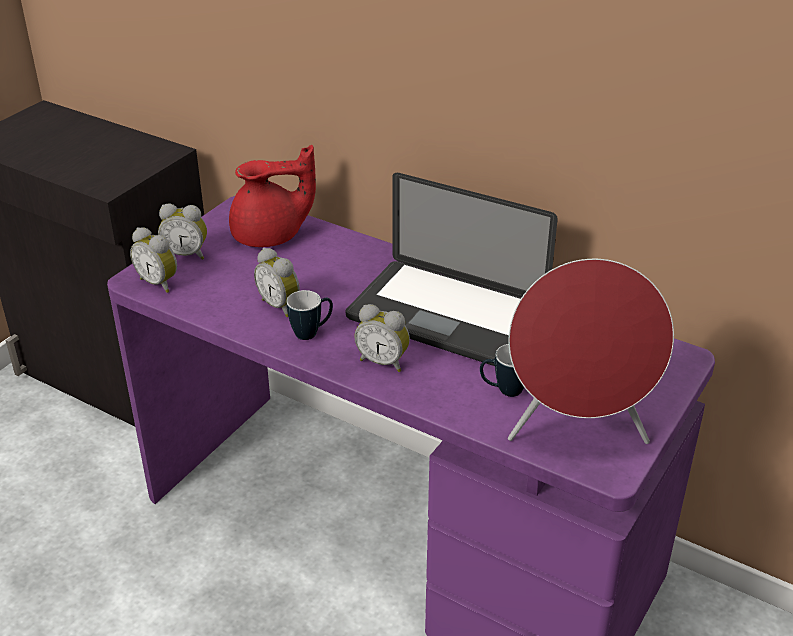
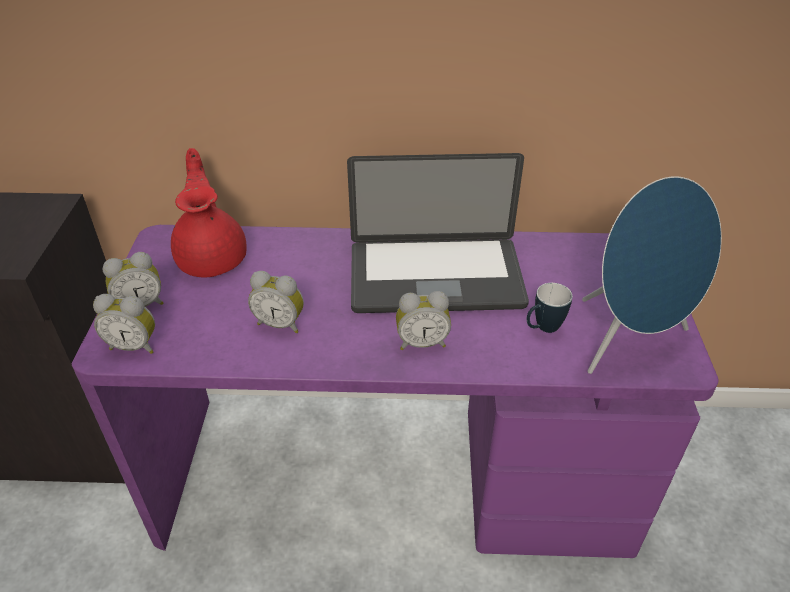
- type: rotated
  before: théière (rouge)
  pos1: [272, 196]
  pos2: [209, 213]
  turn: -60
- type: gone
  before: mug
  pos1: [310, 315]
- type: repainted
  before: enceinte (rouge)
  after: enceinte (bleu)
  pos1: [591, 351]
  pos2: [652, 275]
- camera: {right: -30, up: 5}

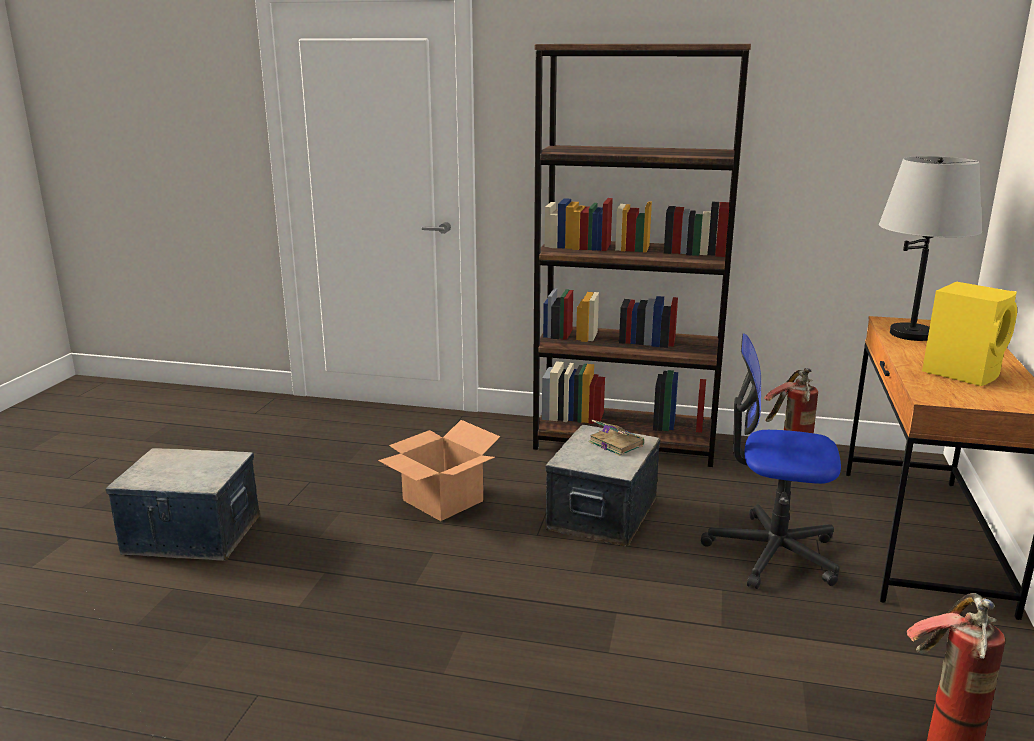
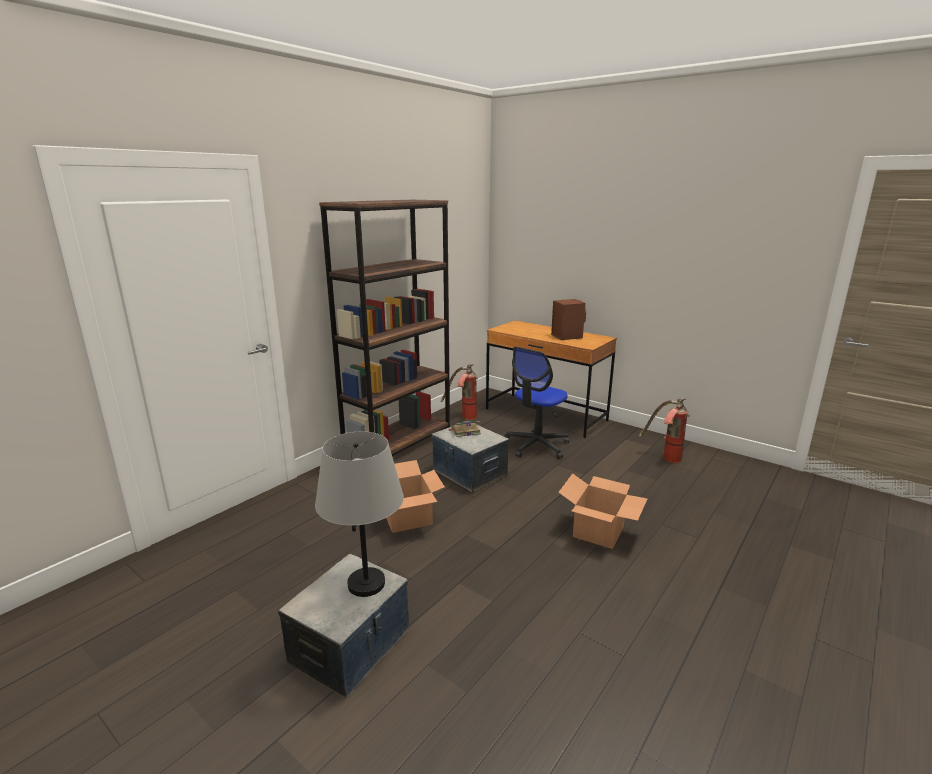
- type: shifted
  before: lampe de table (gris)
  pos1: [930, 248]
  pos2: [359, 514]
- type: repainted
  before: enceinte (jaune)
  after: enceinte (marron)
  pos1: [969, 334]
  pos2: [568, 319]
- type: new
  after: carton
  pos2: [602, 511]
- camera: {right: -65, up: 0}

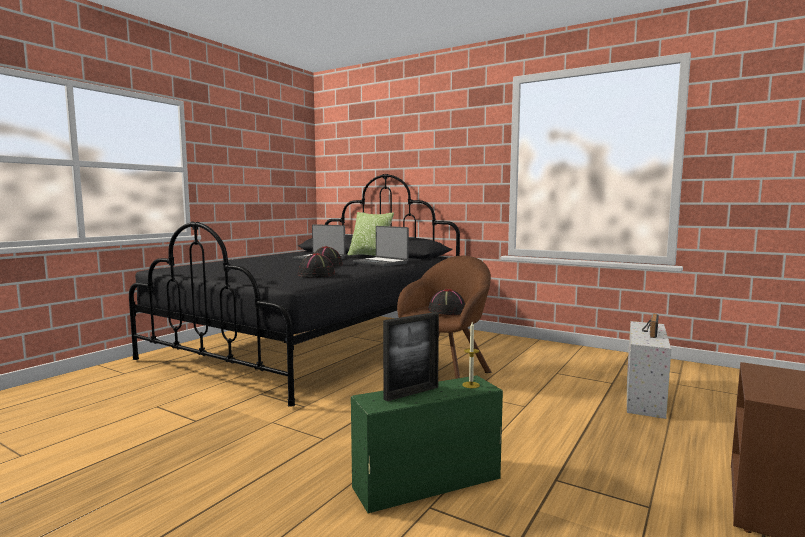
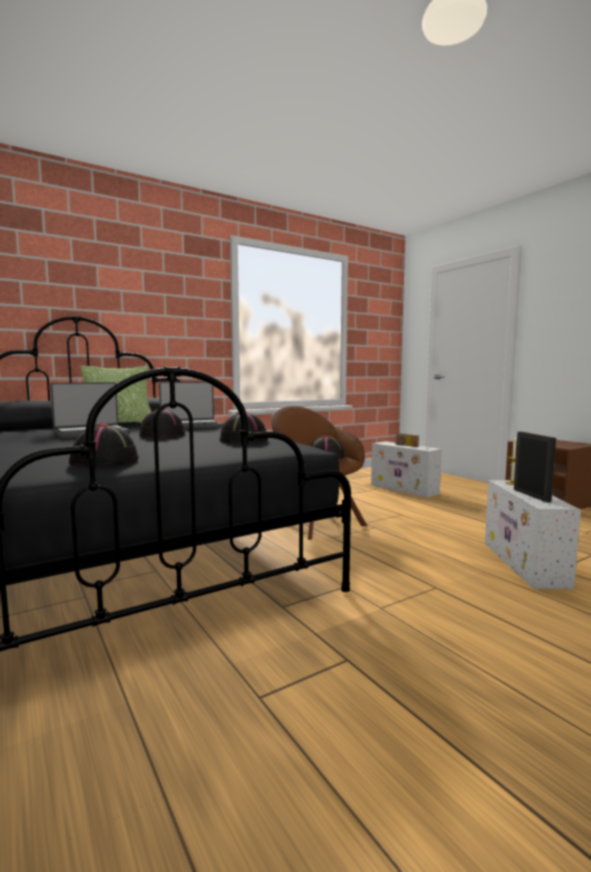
- type: repainted
  before: boîte de rangement (vert)
  after: boîte de rangement (blanc)
  pos1: [427, 445]
  pos2: [533, 534]
- type: new
  after: chapeau (noir)
  pos2: [104, 445]
- camera: {right: -65, up: 0}

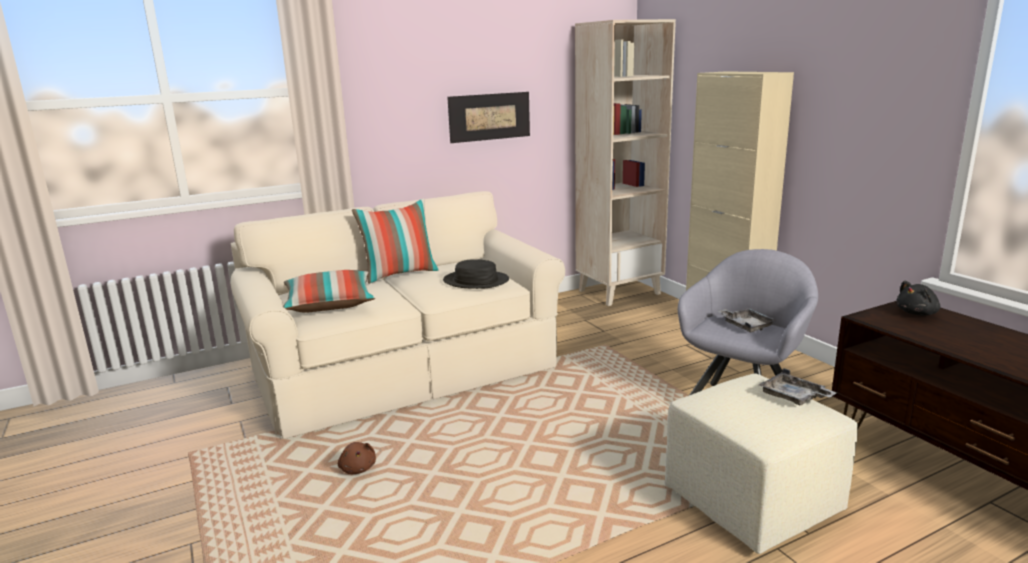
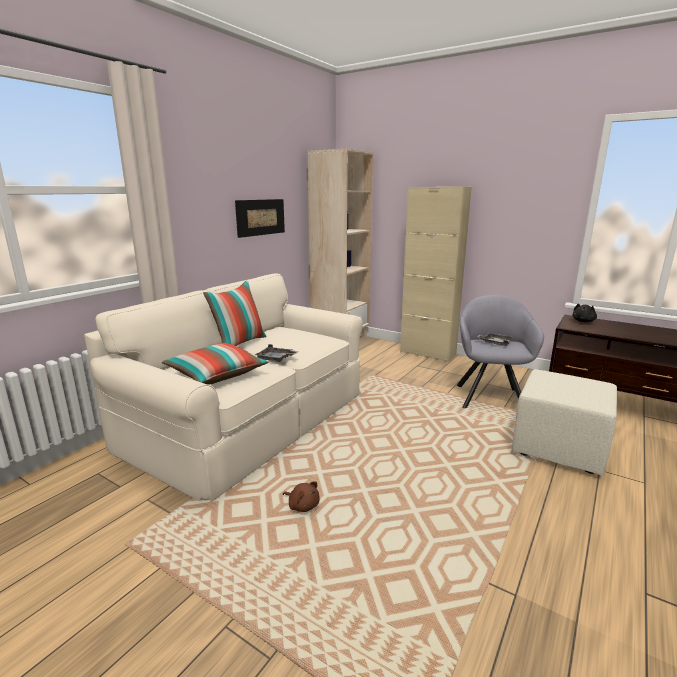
- type: gone
  before: chapeau (noir)
  pos1: [476, 274]
- type: shifted
  before: plateau (gris)
  pos1: [798, 387]
  pos2: [277, 353]
- camera: {right: -30, up: 0}

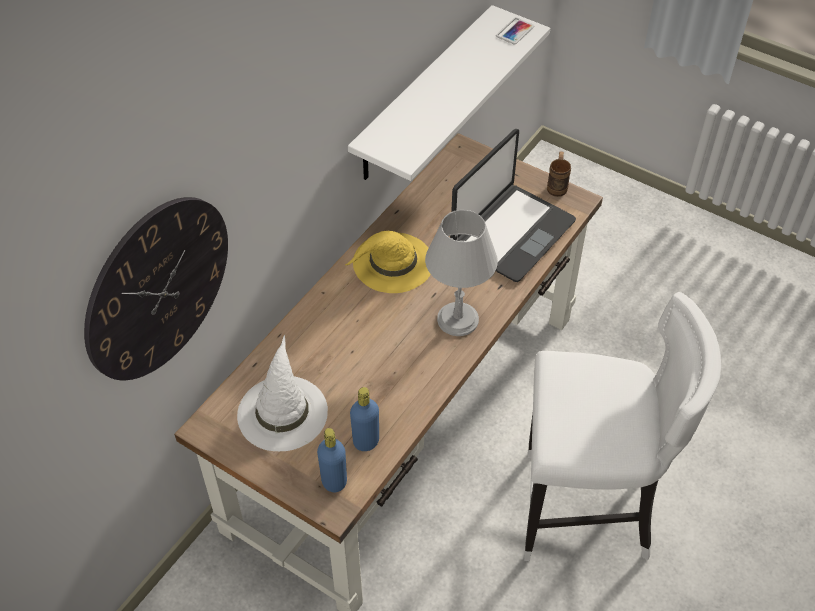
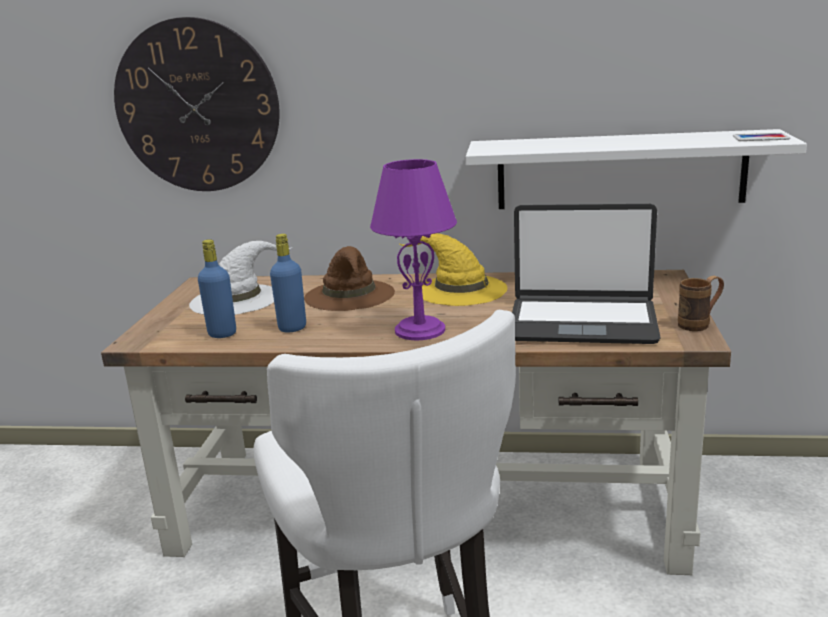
- type: shifted
  before: bouteille (bleu)
  pos1: [332, 460]
  pos2: [288, 283]
- type: repainted
  before: lampe de table (gris)
  after: lampe de table (violet)
  pos1: [461, 273]
  pos2: [413, 249]
- type: new
  after: chapeau (marron)
  pos2: [349, 278]
- camera: {right: 65, up: -30}

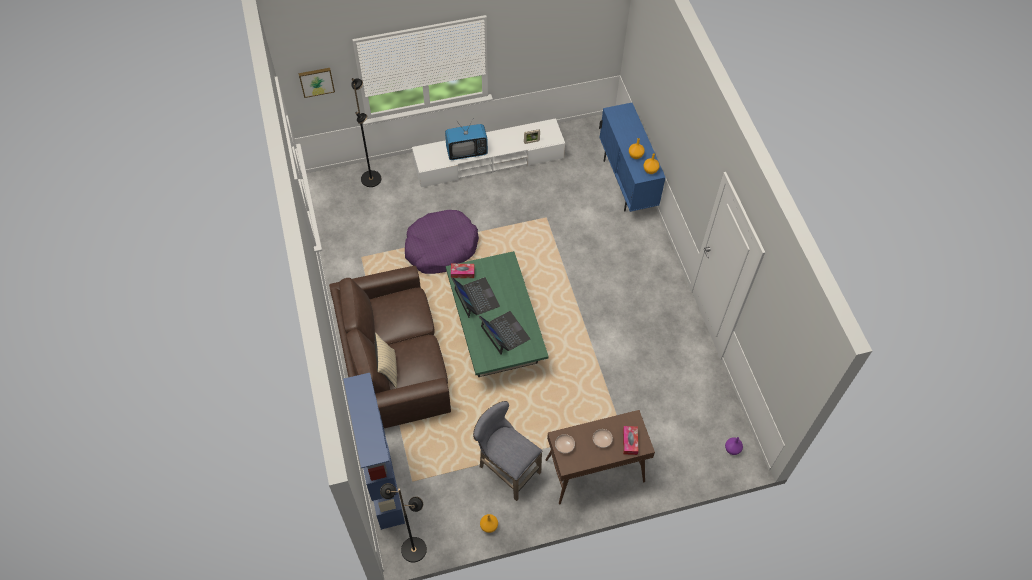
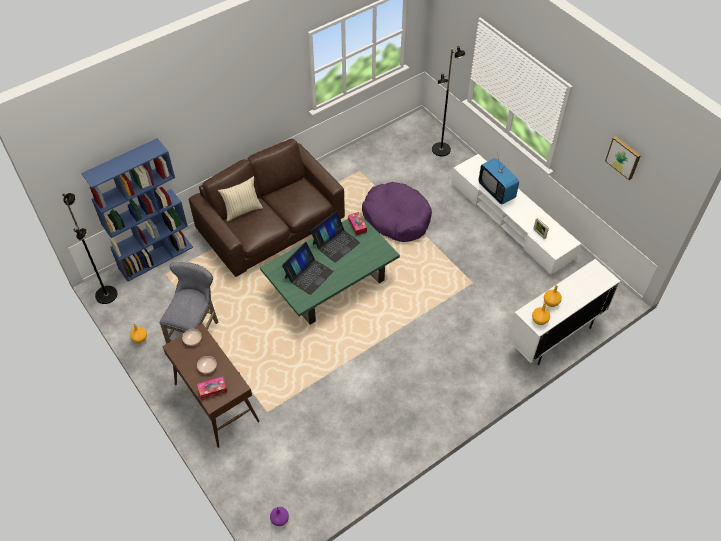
- type: shifted
  before: tableau
  pos1: [317, 83]
  pos2: [623, 158]
- type: repainted
  before: meuble de rangement (bleu)
  after: meuble de rangement (blanc)
  pos1: [632, 157]
  pos2: [563, 312]
- camera: {right: 70, up: -5}

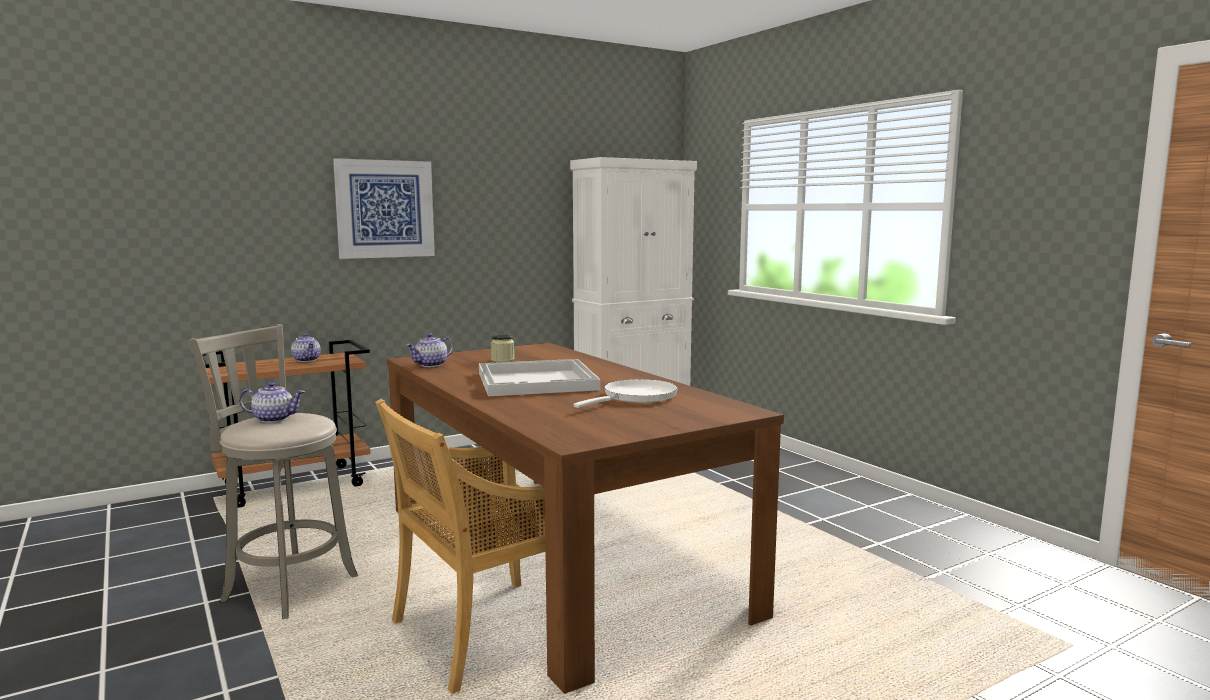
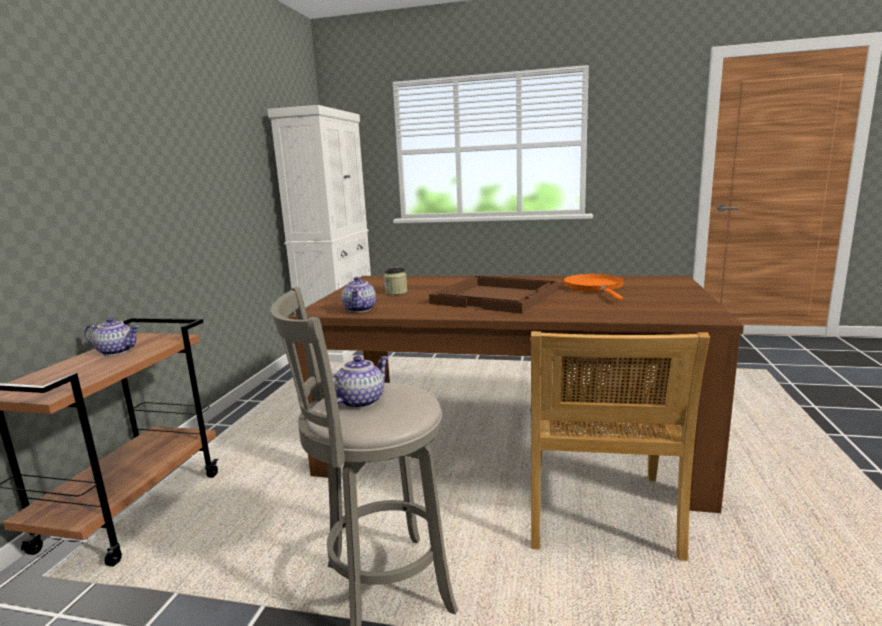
- type: gone
  before: tableau
  pos1: [384, 208]
- type: repainted
  before: plateau (blanc)
  after: plateau (marron)
  pos1: [540, 377]
  pos2: [493, 294]
- type: repainted
  before: poêle (blanc)
  after: poêle (orange)
  pos1: [625, 393]
  pos2: [594, 287]
- camera: {right: -45, up: 5}

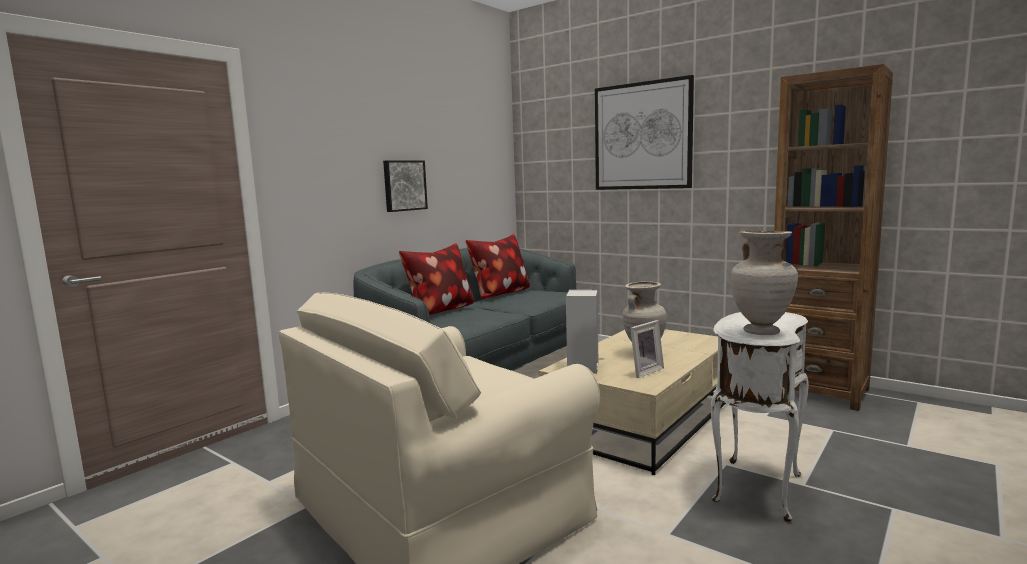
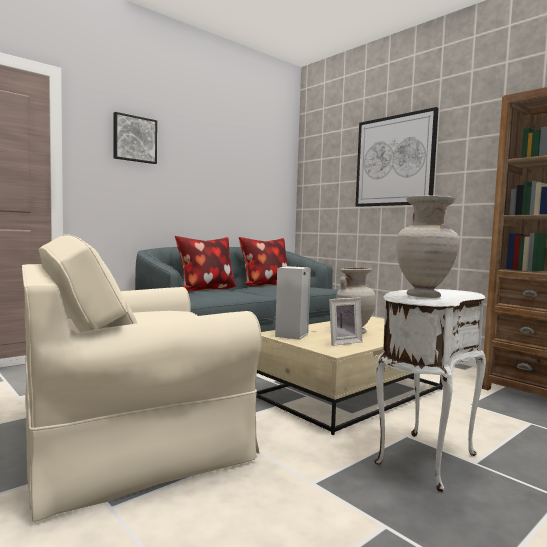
- type: shifted
  before: tableau
  pos1: [405, 186]
  pos2: [135, 138]
- camera: {right: 10, up: -5}

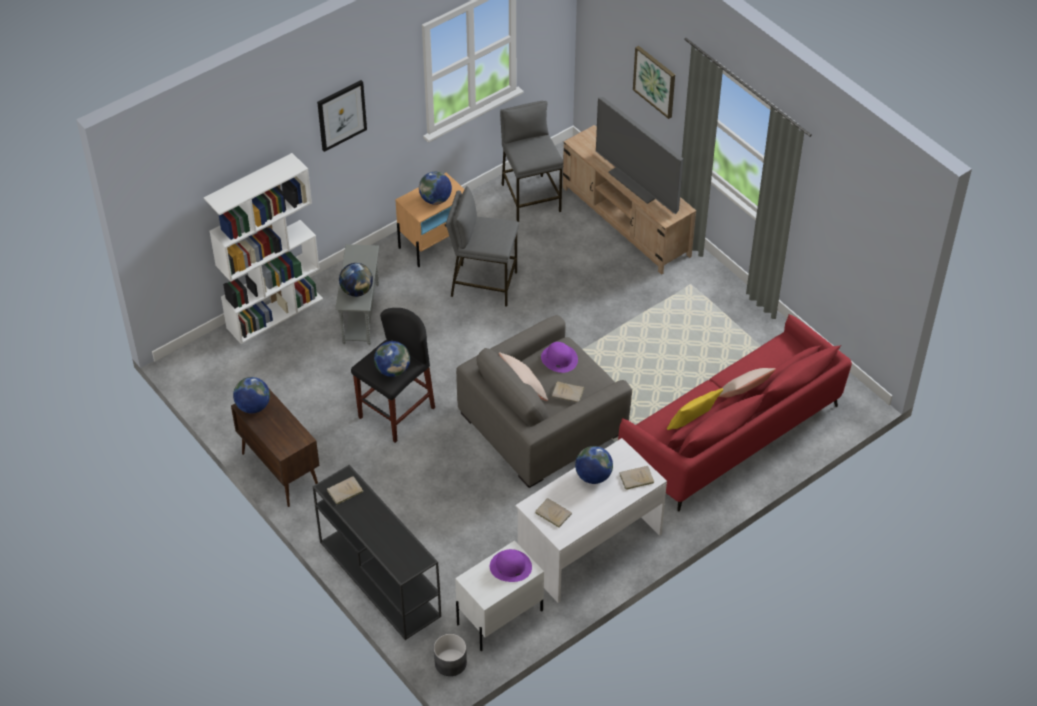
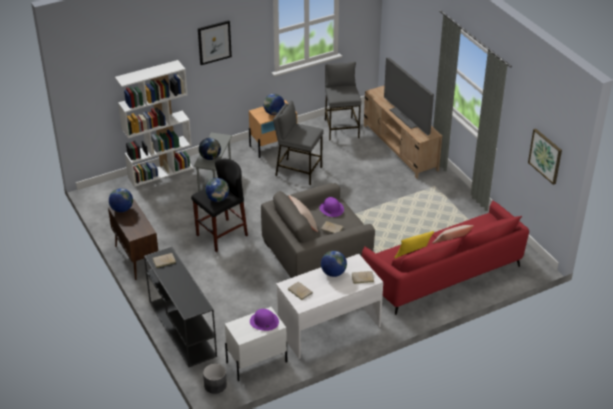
- type: shifted
  before: tableau
  pos1: [654, 82]
  pos2: [545, 157]
- camera: {right: 10, up: -10}

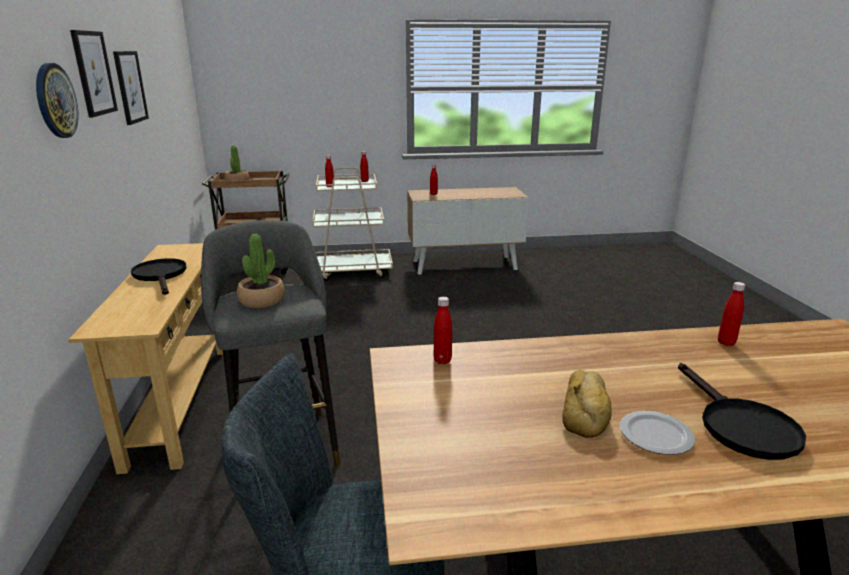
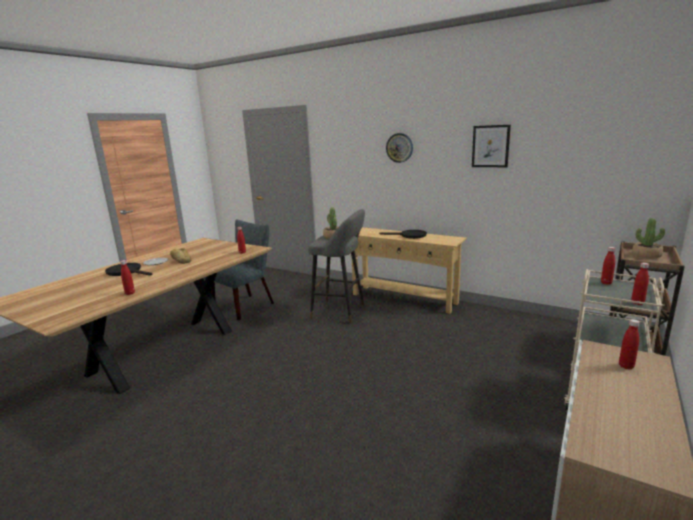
- type: gone
  before: tableau
  pos1: [94, 73]
- camera: {right: 130, up: -5}

